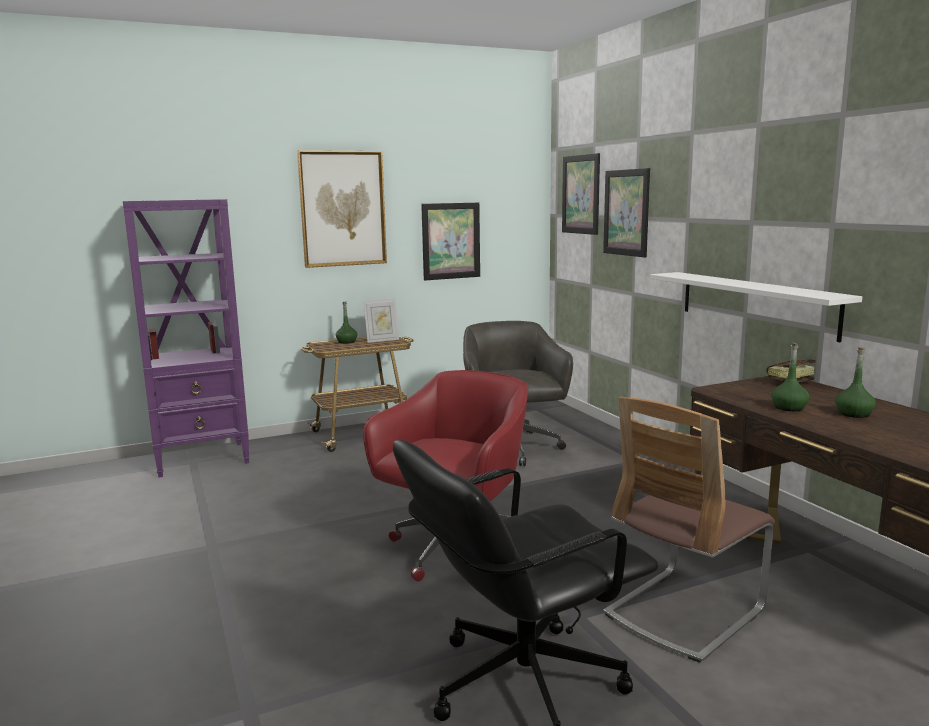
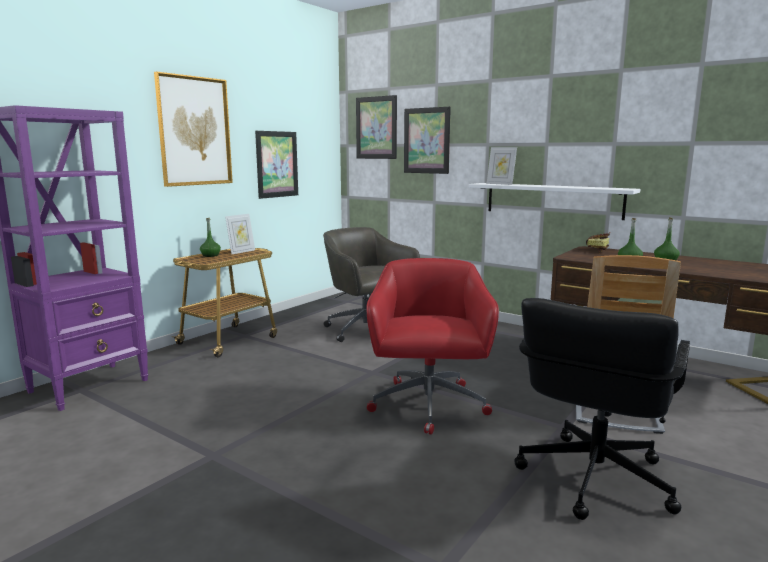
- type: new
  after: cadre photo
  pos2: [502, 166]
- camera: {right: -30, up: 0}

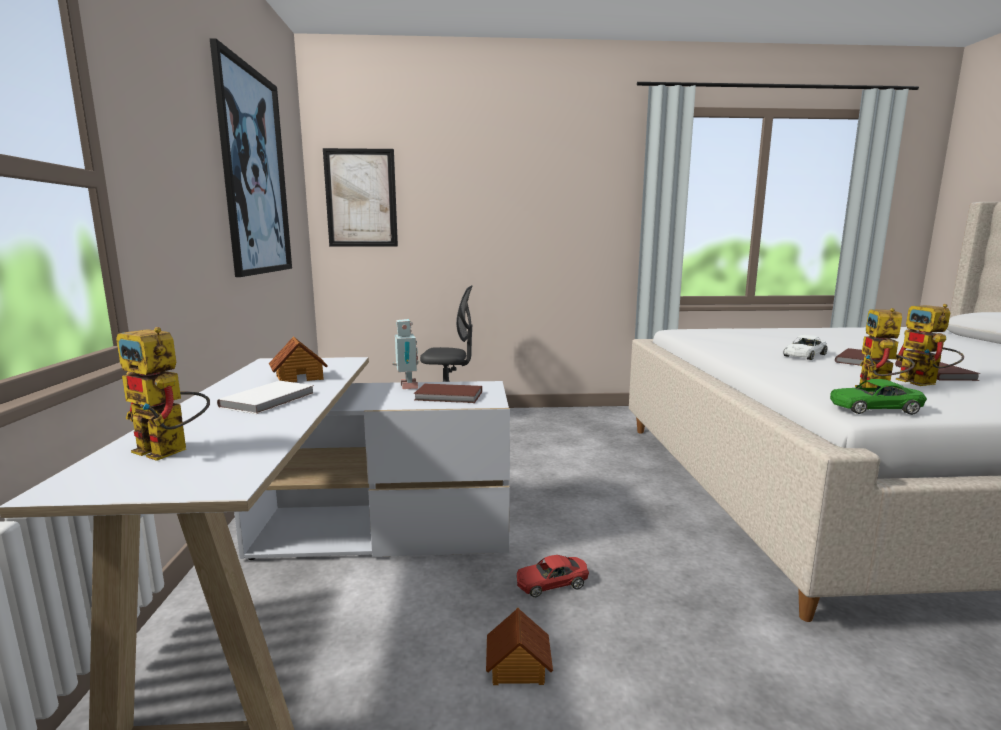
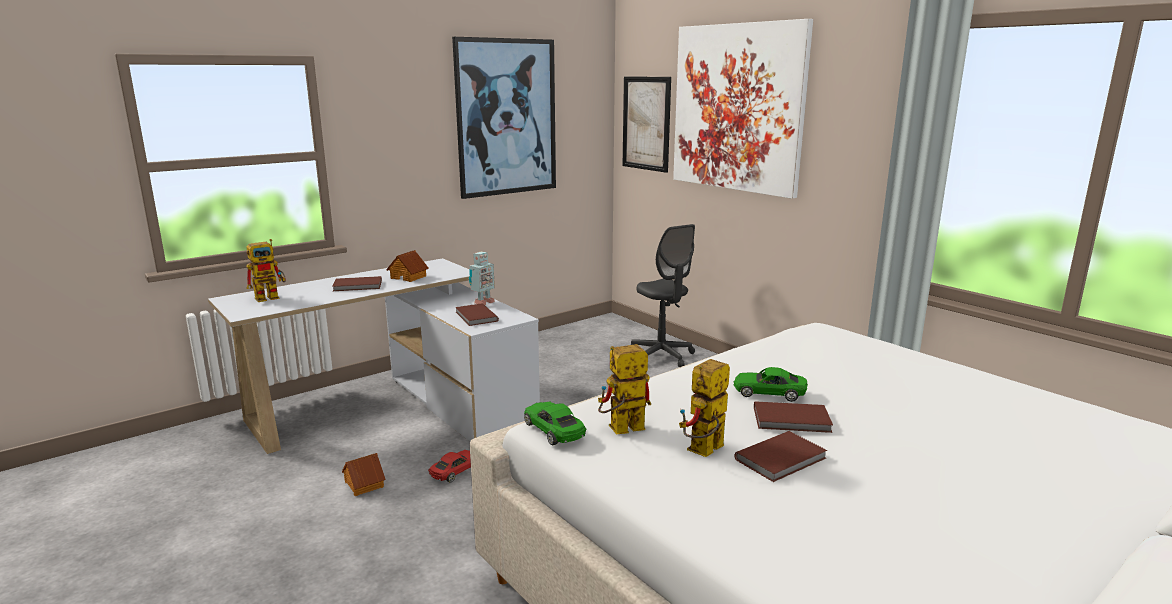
- type: rotated
  before: robot jouet
  pos1: [163, 394]
  pos2: [266, 270]
  turn: -120
- type: repainted
  before: livre (blanc)
  after: livre (marron)
  pos1: [266, 397]
  pos2: [357, 283]
- type: rotated
  before: petite voiture (rouge)
  pos1: [553, 576]
  pos2: [449, 466]
  turn: 90
- type: repainted
  before: petite voiture (blanc)
  after: petite voiture (vert)
  pos1: [805, 347]
  pos2: [771, 384]
- type: new
  after: tableau
  pos2: [743, 109]
- camera: {right: 55, up: 5}

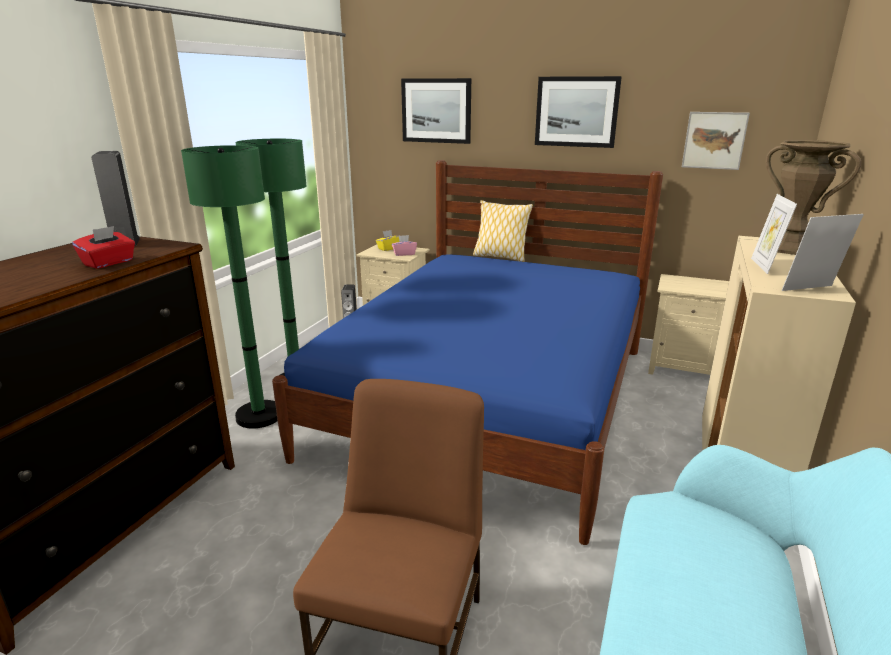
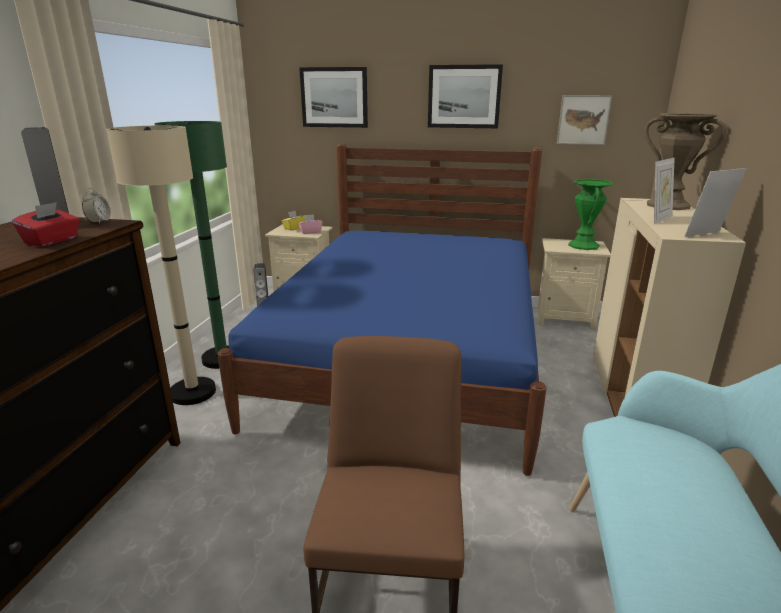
- type: repainted
  before: lampadaire (vert)
  after: lampadaire (beige)
  pos1: [229, 287]
  pos2: [161, 265]
- type: gone
  before: coussin
  pos1: [503, 231]
- type: rotated
  before: cadre photo
  pos1: [774, 234]
  pos2: [664, 191]
  turn: -135
- type: new
  after: réveil
  pos2: [96, 206]
- type: new
  after: vase (vert)
  pos2: [591, 214]
- camera: {right: -10, up: 0}

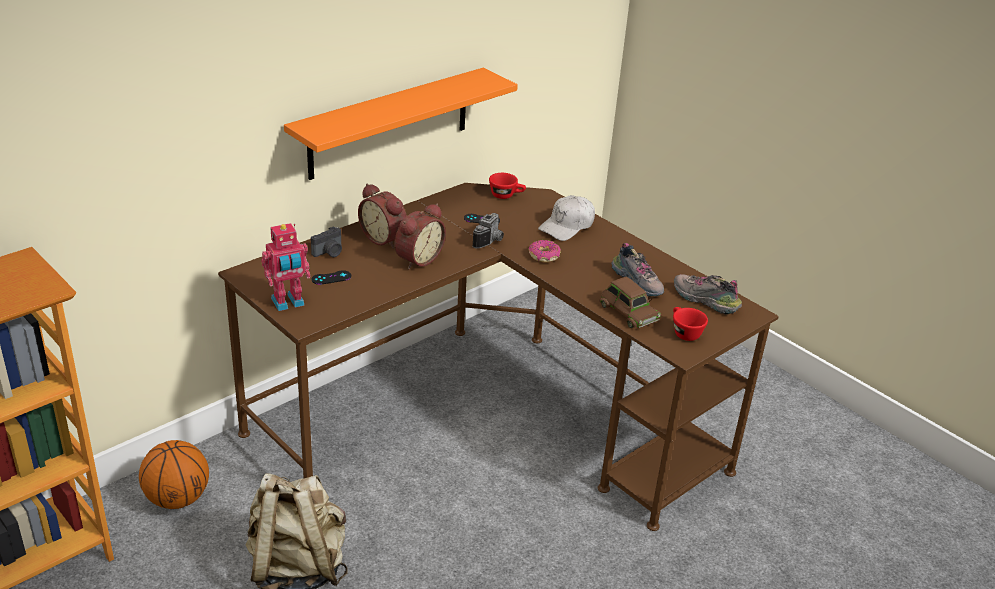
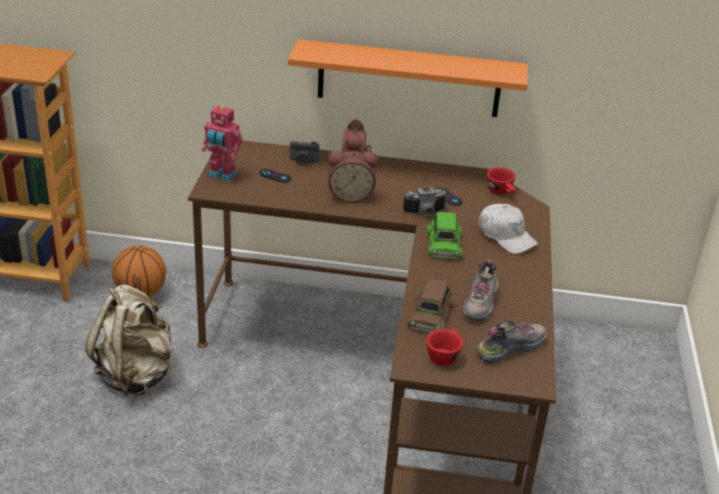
- type: swapped
  before: beignet
  after: petite voiture (vert)
  pos1: [544, 251]
  pos2: [444, 235]
- type: rotated
  before: casquette (blanc)
  pos1: [566, 218]
  pos2: [508, 229]
  turn: -135
- type: rotated
  before: chaussure
  pos1: [708, 294]
  pos2: [511, 341]
  turn: 60
- camera: {right: 50, up: 0}

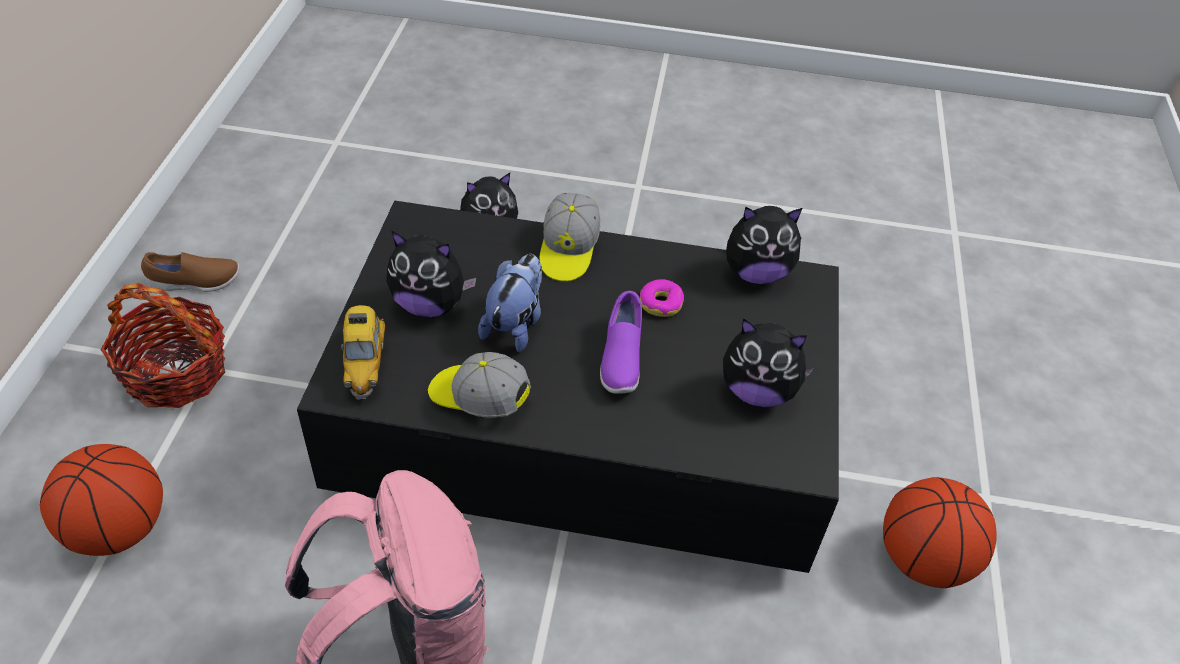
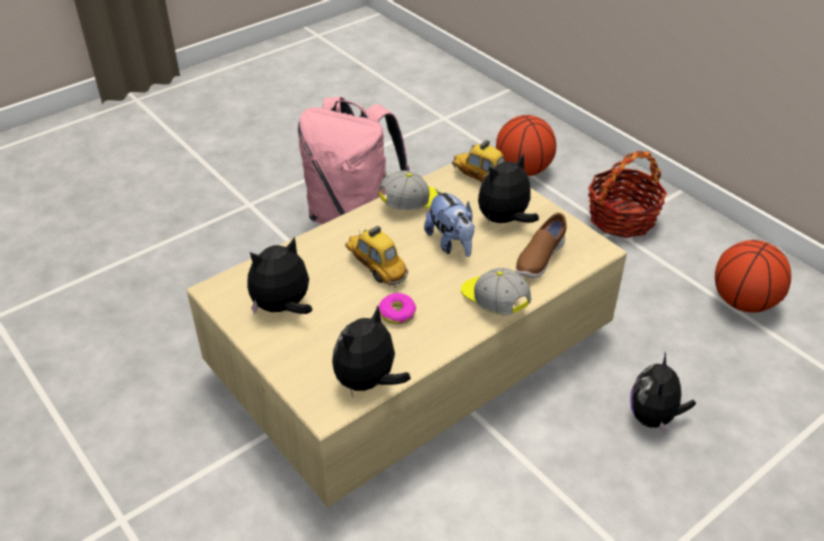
- type: shifted
  before: chaussure (marron)
  pos1: [190, 272]
  pos2: [541, 245]
- type: repainted
  before: table basse (noir)
  after: table basse (beige)
  pos1: [568, 386]
  pos2: [407, 335]
- type: swapped
  before: chaussure (violet)
  after: petite voiture
  pos1: [621, 342]
  pos2: [376, 256]
- type: shifted
  before: ballon de basket
  pos1: [940, 532]
  pos2: [753, 276]
- camera: {right: 135, up: -5}

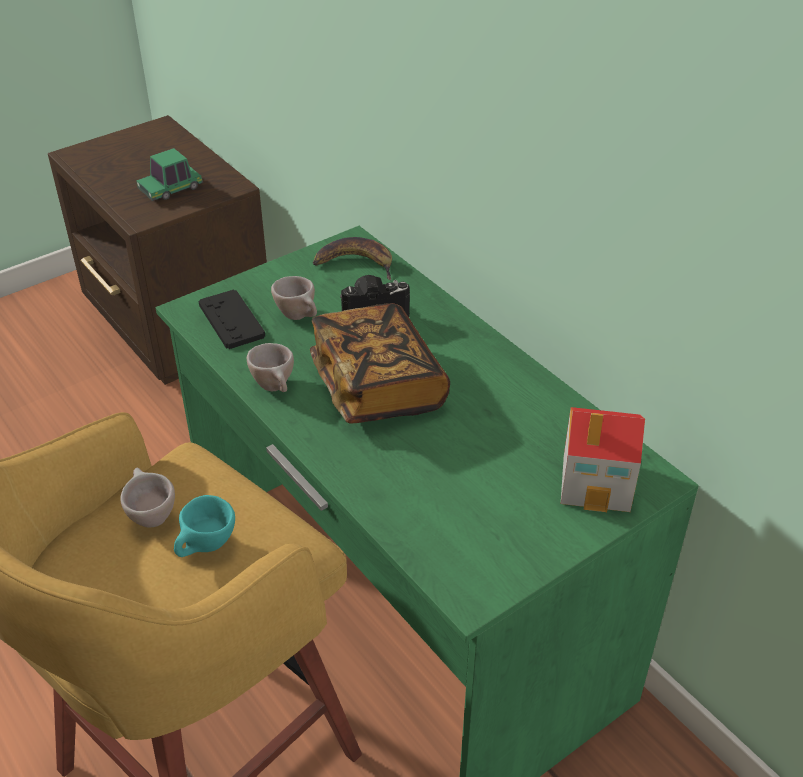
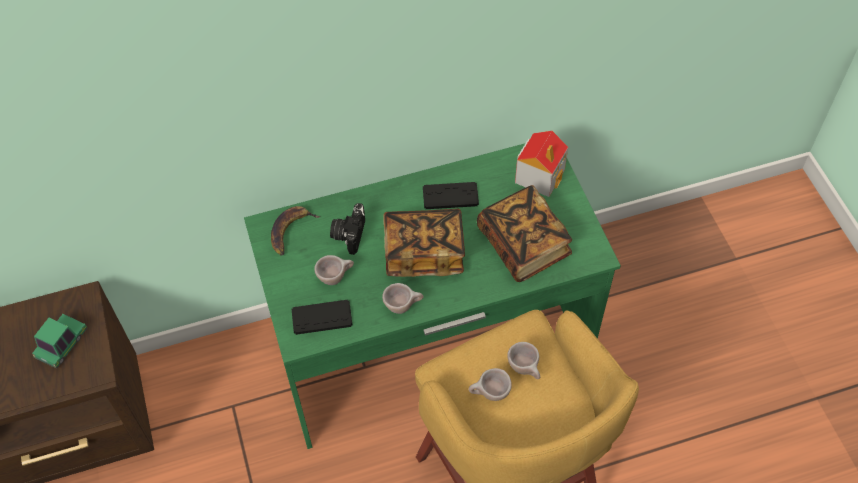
- type: rotated
  before: petite voiture
  pos1: [169, 174]
  pos2: [59, 341]
  turn: -135
- type: repainted
  before: tasse (turquoise)
  after: tasse (beige)
  pos1: [204, 526]
  pos2: [523, 360]
- type: new
  after: manette (noir)
  pos2: [451, 195]
- type: new
  after: livre
  pos2: [524, 233]
- camera: {right: -70, up: 15}

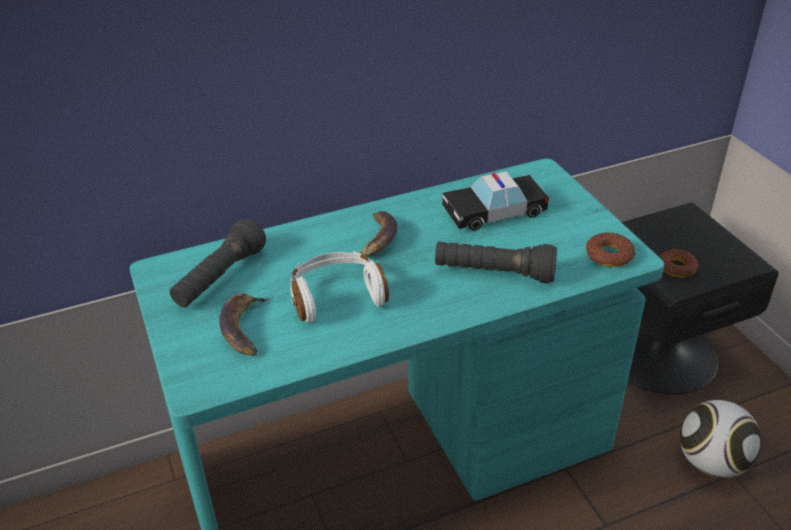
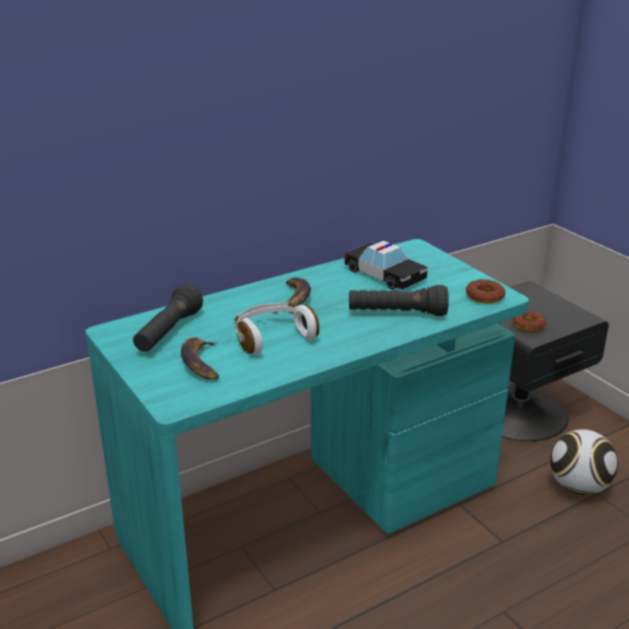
- type: rotated
  before: petite voiture
  pos1: [496, 201]
  pos2: [386, 265]
  turn: -105
- camera: {right: -10, up: -10}

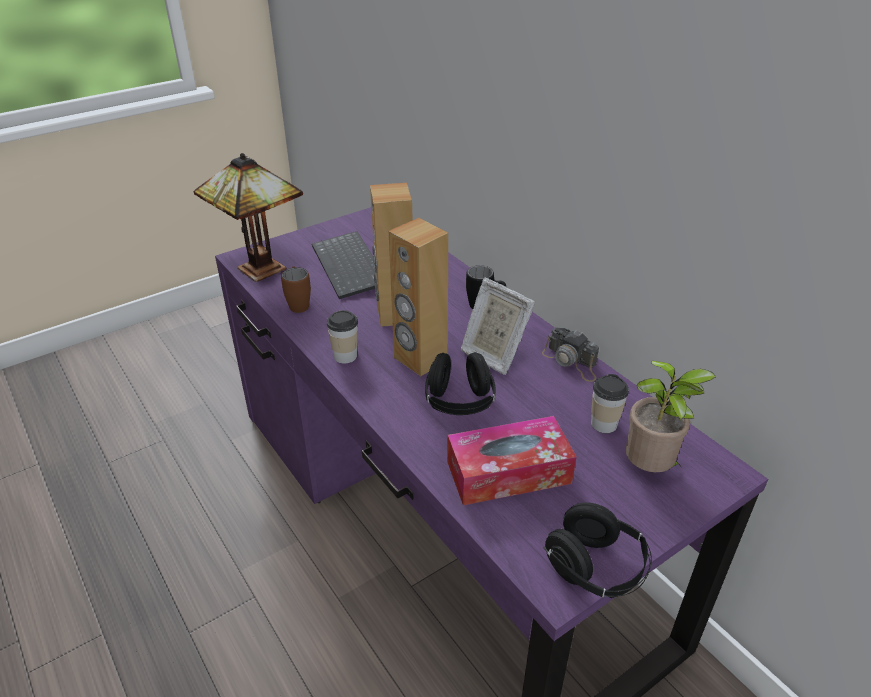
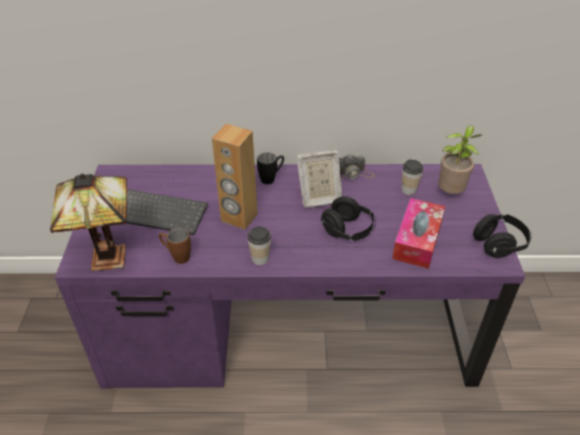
- type: gone
  before: enceinte (marron)
  pos1: [418, 297]
- camera: {right: -55, up: 5}

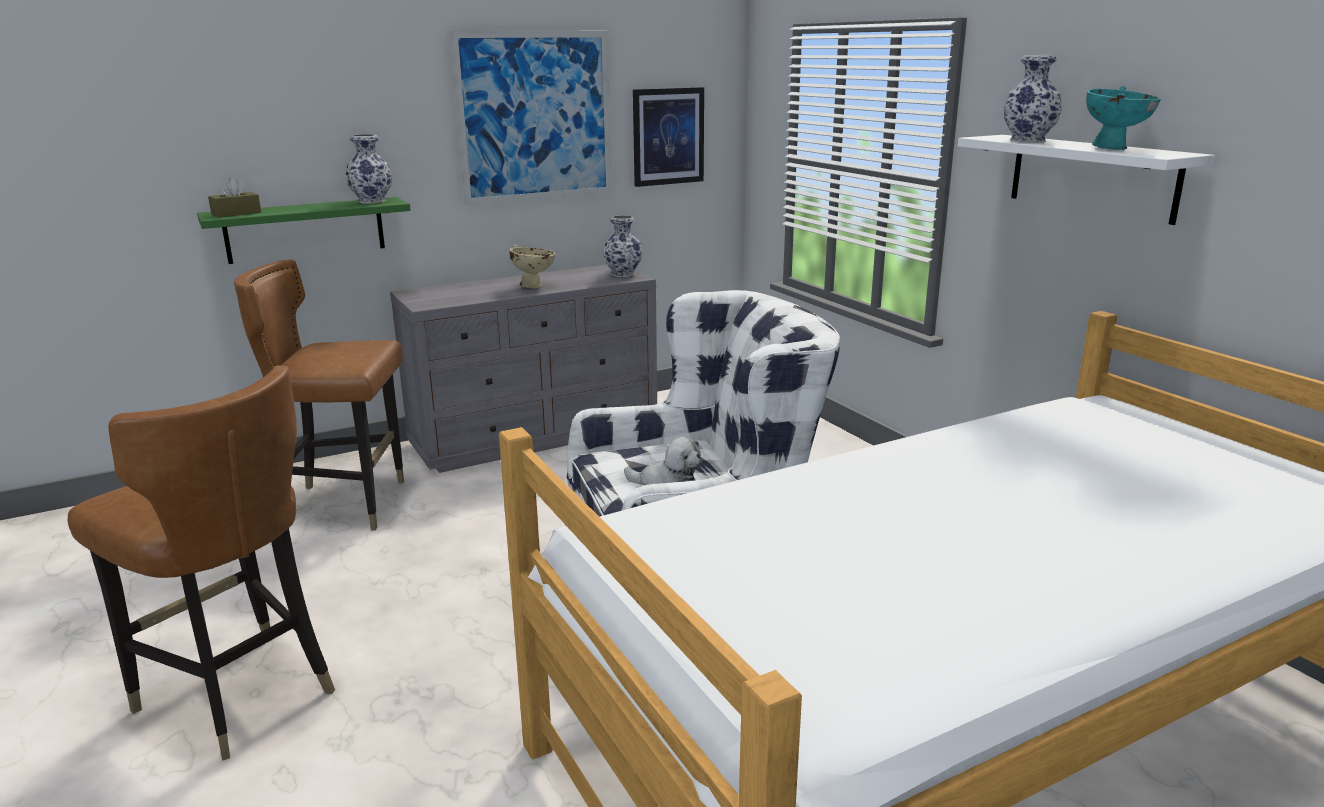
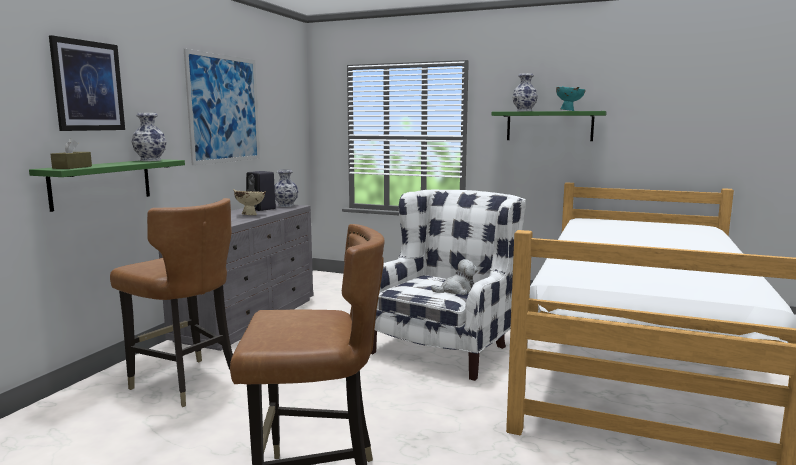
- type: rotated
  before: chaise (marron)
  pos1: [319, 394]
  pos2: [171, 302]
  turn: -105
- type: shifted
  before: tableau
  pos1: [668, 137]
  pos2: [87, 83]
- type: repainted
  before: étagère (blanc)
  after: étagère (vert)
  pos1: [1086, 180]
  pos2: [549, 126]
- type: new
  after: enceinte (noir)
  pos2: [261, 191]
- camera: {right: -40, up: -10}

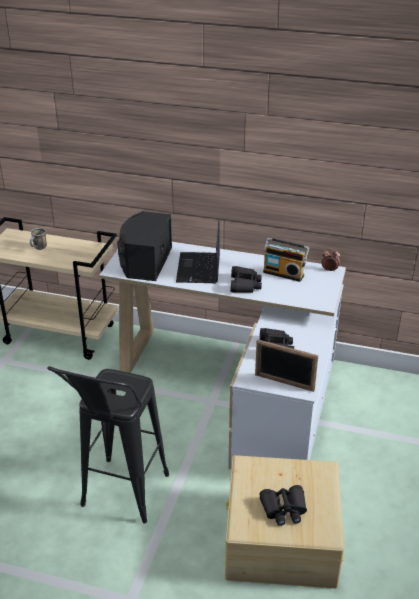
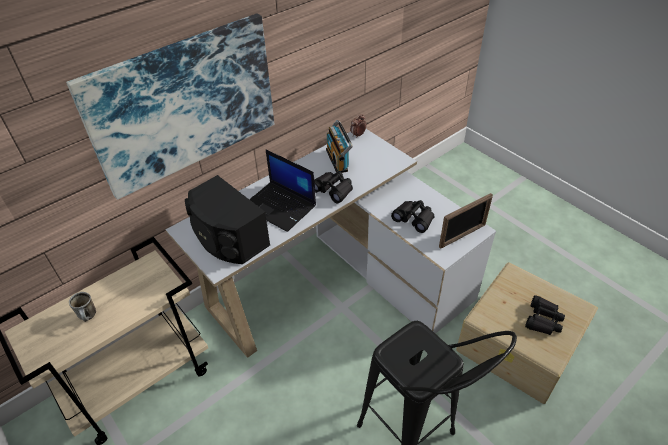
- type: rotated
  before: radio
  pos1: [286, 260]
  pos2: [339, 146]
  turn: 105
- type: new
  after: tableau
  pos2: [170, 107]
- camera: {right: -55, up: 10}

